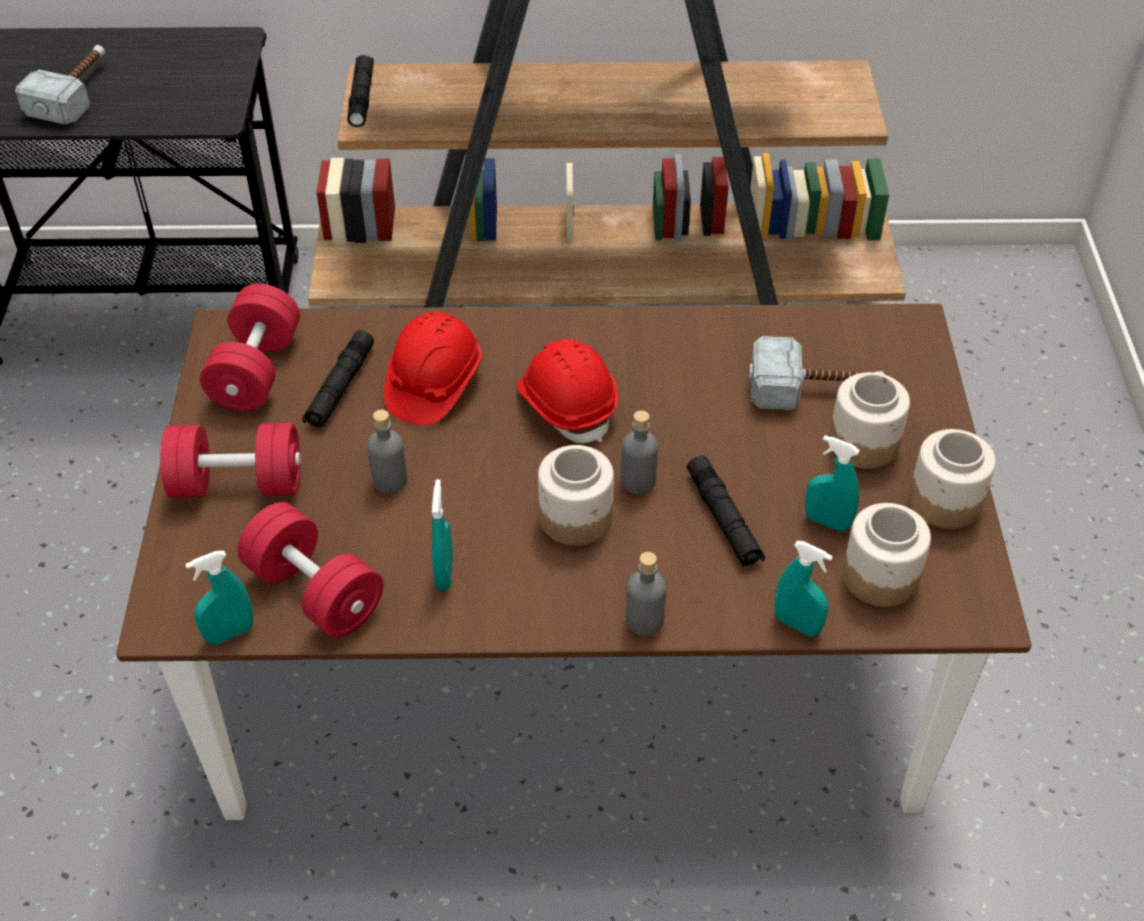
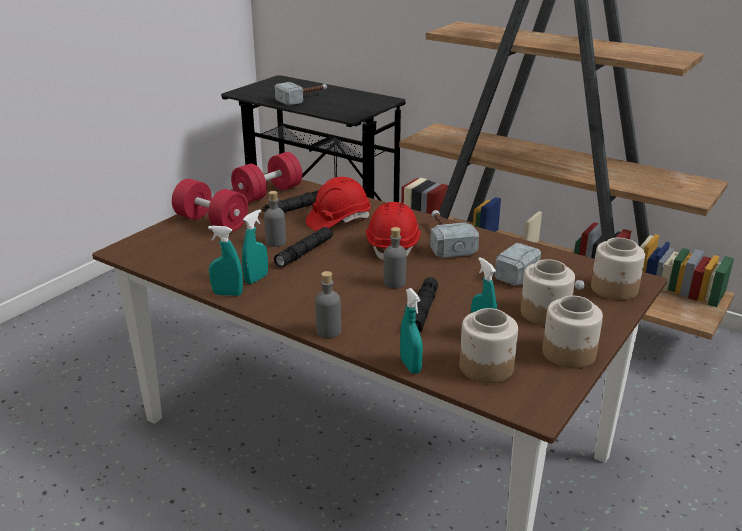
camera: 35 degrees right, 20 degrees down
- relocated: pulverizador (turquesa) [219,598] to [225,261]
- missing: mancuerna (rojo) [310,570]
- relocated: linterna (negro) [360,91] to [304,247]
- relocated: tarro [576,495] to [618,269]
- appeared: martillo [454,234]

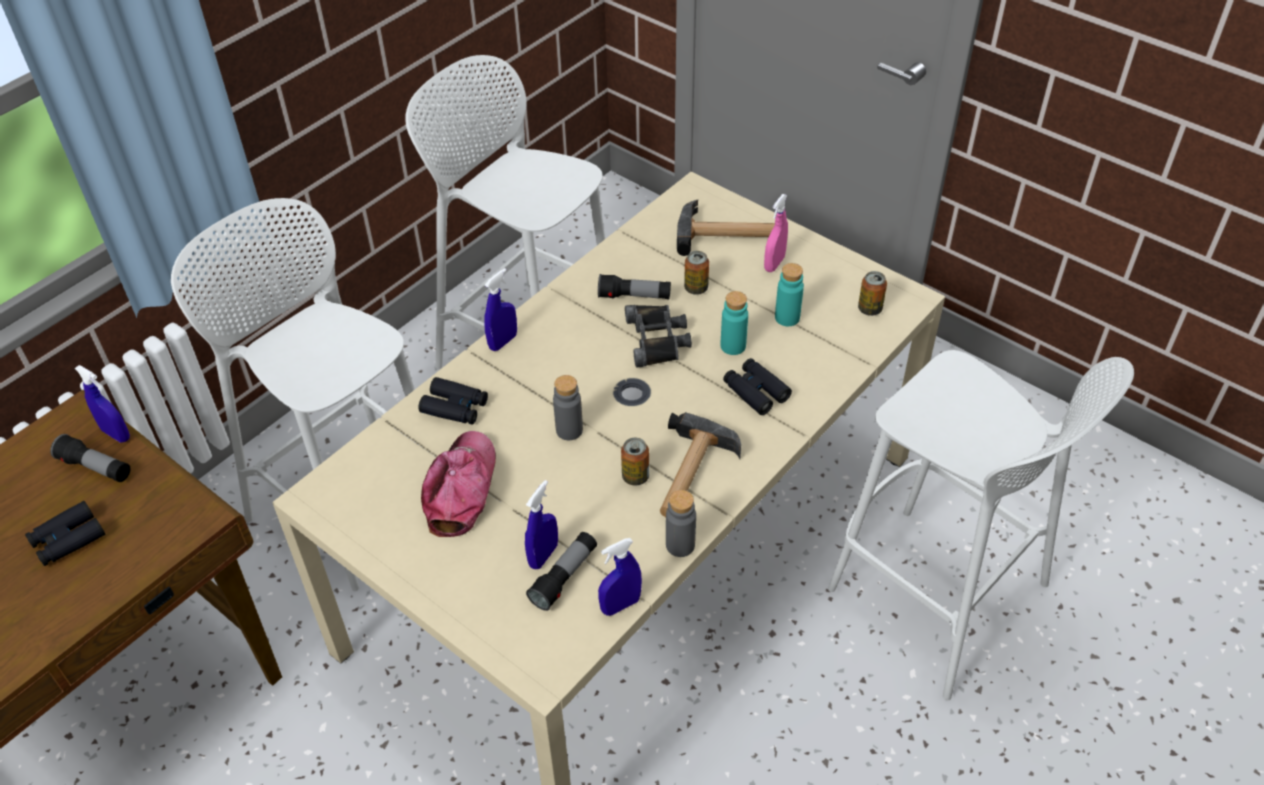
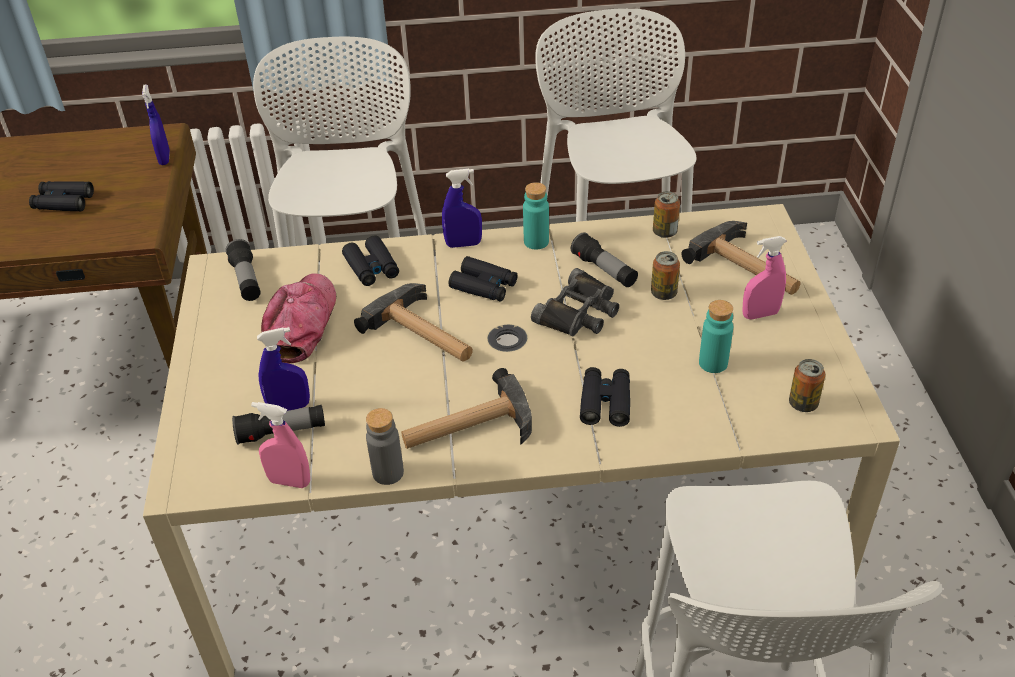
camera: 45 degrees right, 5 degrees down
- relocated: linterna [90,458] to [243,270]
- spun: gorra [458,484] = [298,318] 45 degrees counterclockwise
- exchanged: botella (gris) [568,407] to martillo [413,322]
- colour: pulverizador (azul) [620,577] to pulverizador (rosa) [280,445]
- relocated: lata [635,462] to [666,214]
- relocated: botella (turquesa) [734,323] to [536,215]
- appeared: prismáticos (negro) [483,279]

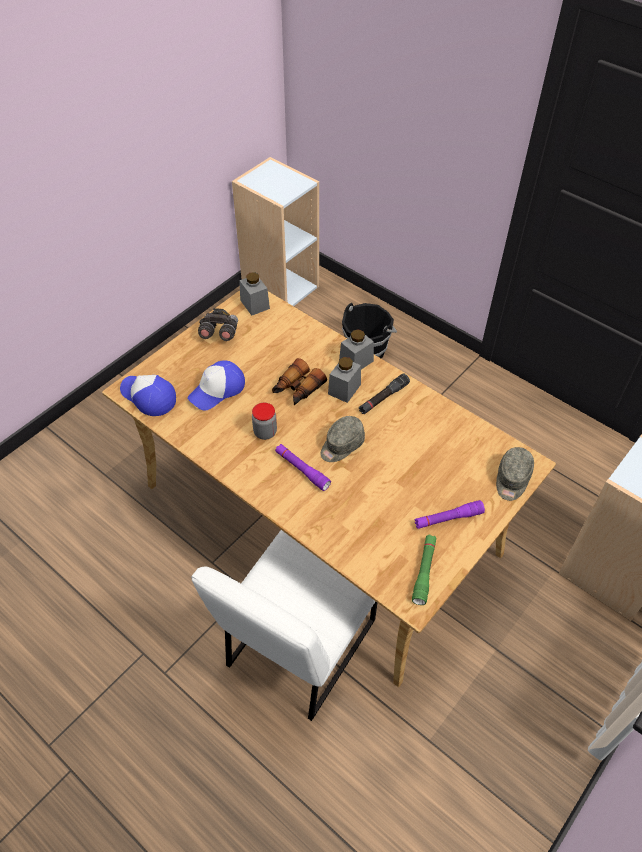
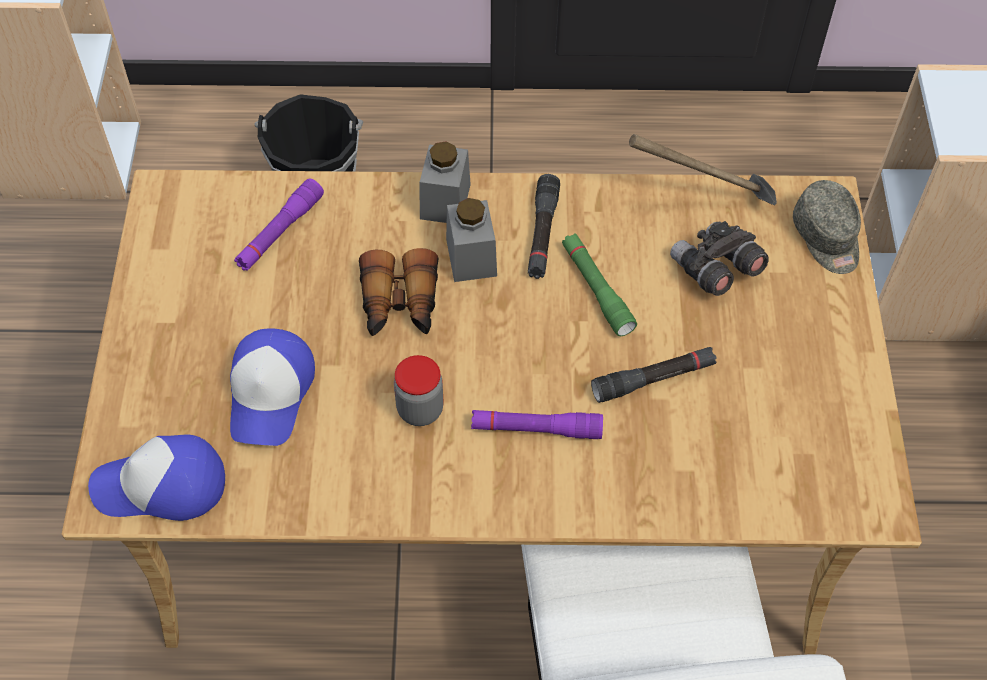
camera: 40 degrees left, 5 degrees up
- relocated: prismáticos (gris) [218,324] to [719,258]
- missing: tarro (gris) [254,294]
- missing: gorra (gris) [342,439]
- relocated: linterna (verde) [424,569] to [599,284]
- relocated: linterna (morado) [450,514] to [279,224]
- appeared: linterna (negro) [654,375]
- appeared: martillo [703,169]

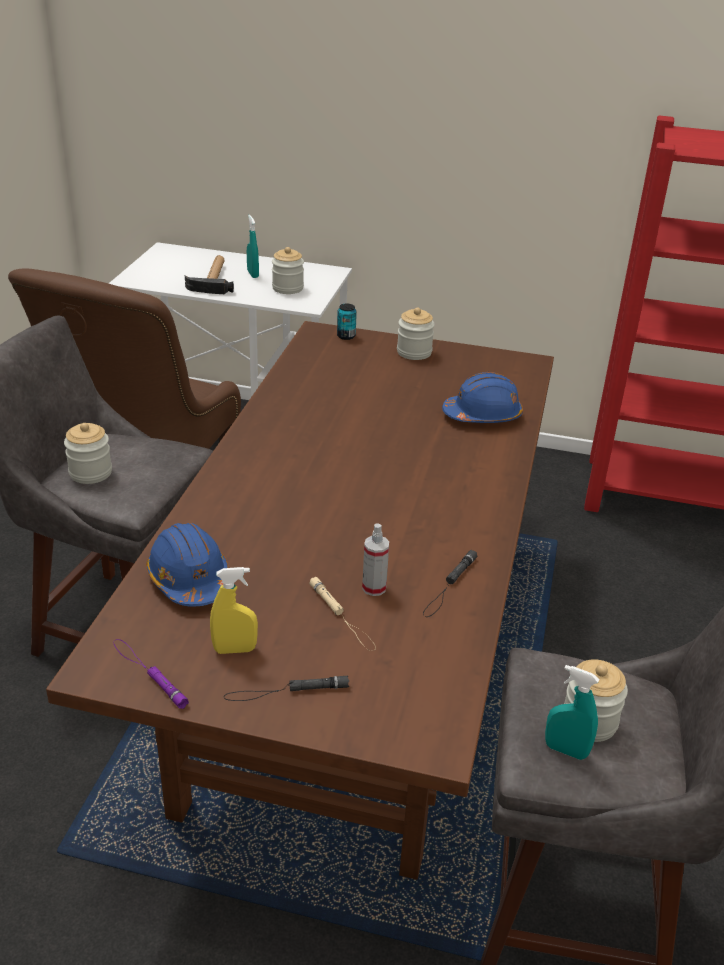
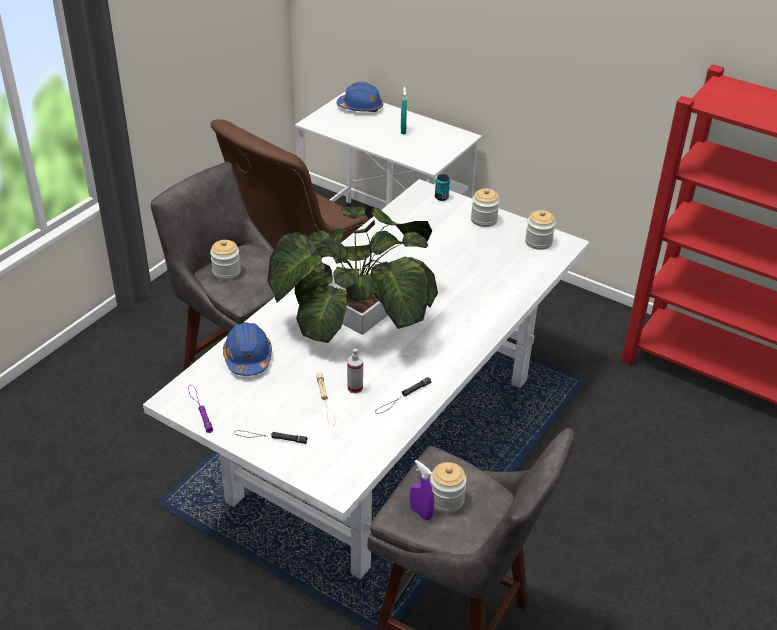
camera: 20 degrees right, 5 degrees up
- colour: mesa de comedor (marrón) [300,600] to mesa de comedor (blanco) [366,379]
- missing: martillo [209,274]
- missing: pulverizador (amarillo) [234,610]
- relocated: tarro [288,270] to [540,230]
- relocated: casco (azul) [482,397] to [359,97]
- colour: pulverizador (turquesa) [572,712] to pulverizador (morado) [422,490]
- appeared: planta en maceta [352,274]

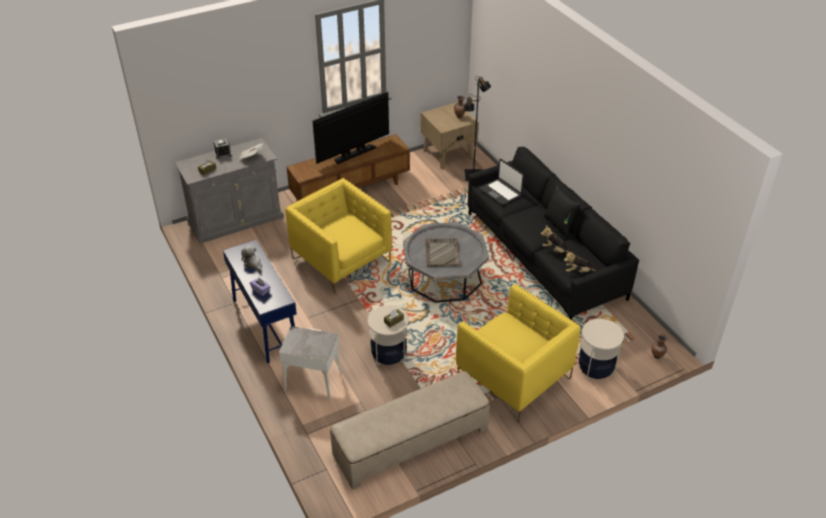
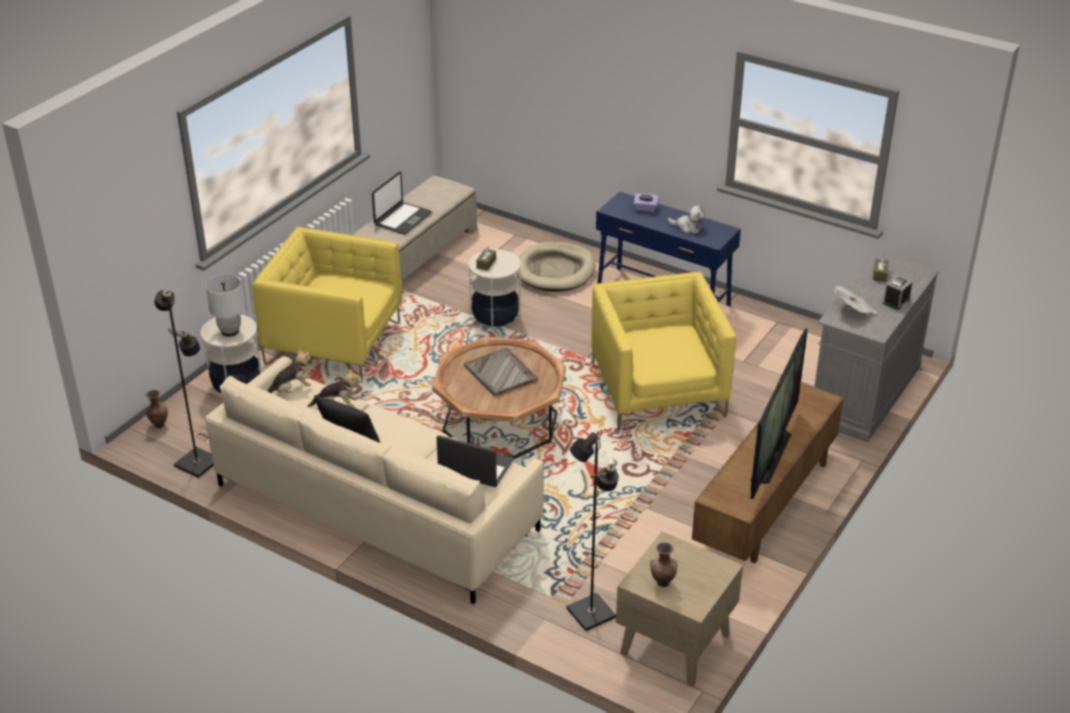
camera: 150 degrees right, 5 degrees down
- exchanged: mesa auxiliar [310,362] to cama para perro (beis) [555,267]
- spun: sillón (amarillo) [338,236] = [663,352] 120 degrees counterclockwise
- colour: mesa de centro (gris) [446,262] to mesa de centro (marrón) [499,398]
- colour: sofá (negro) [553,233] to sofá (beis) [374,480]
- appeared: lámpara de pie (negro) [184,383]
- appeared: lámpara de mesa (blanco) [225,305]
- appeared: portátil [402,203]

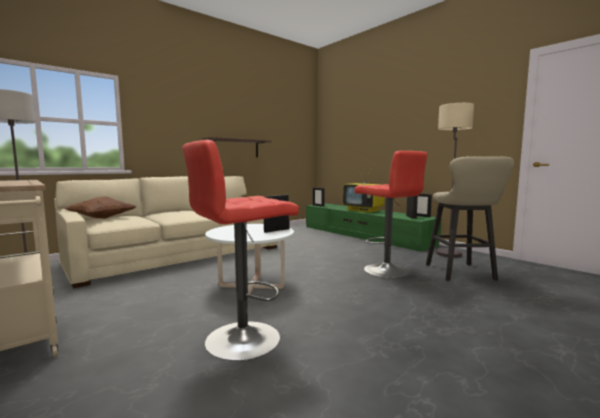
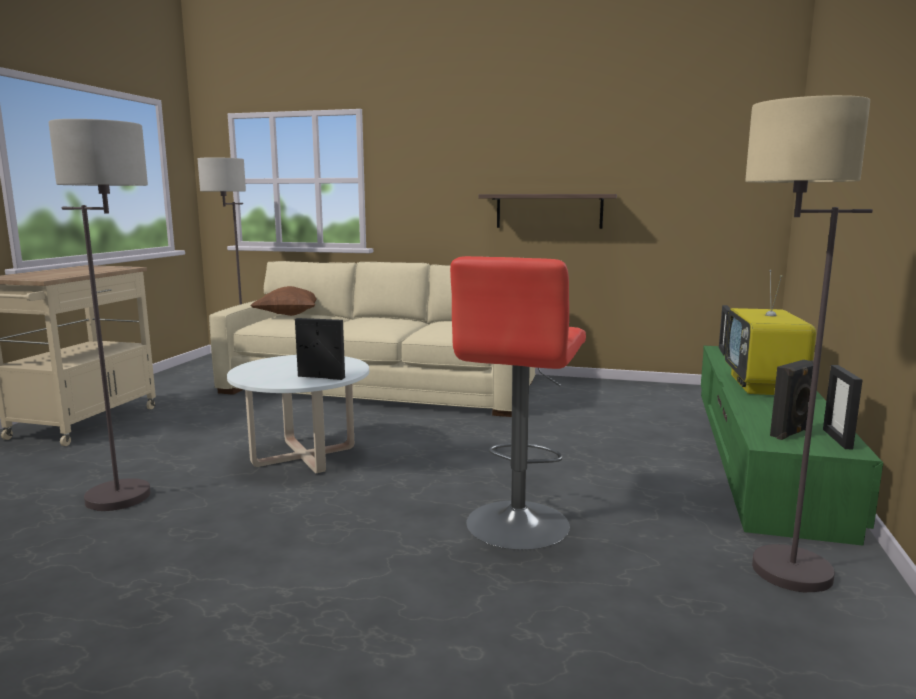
camera: 55 degrees right, 5 degrees up
- exchanged: taburete (rojo) [240,250] to lámpara de pie (gris) [100,315]
- missing: taburete (beis) [470,218]

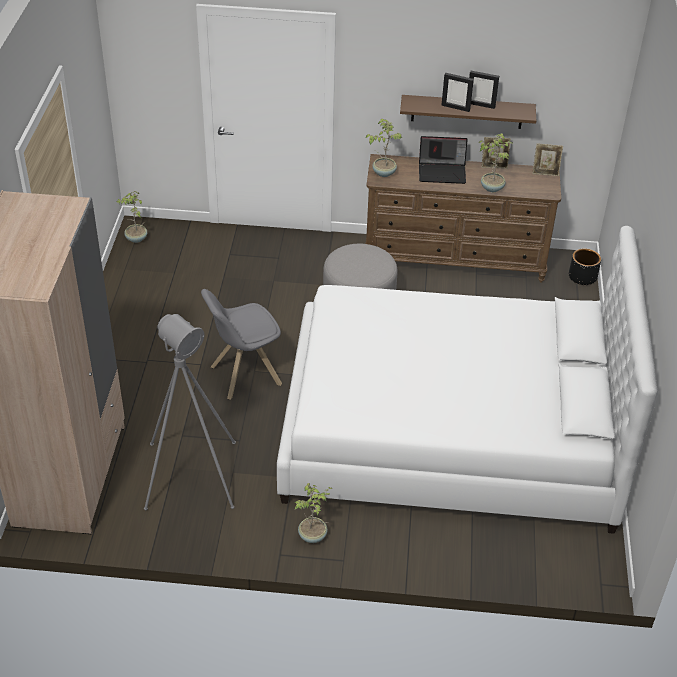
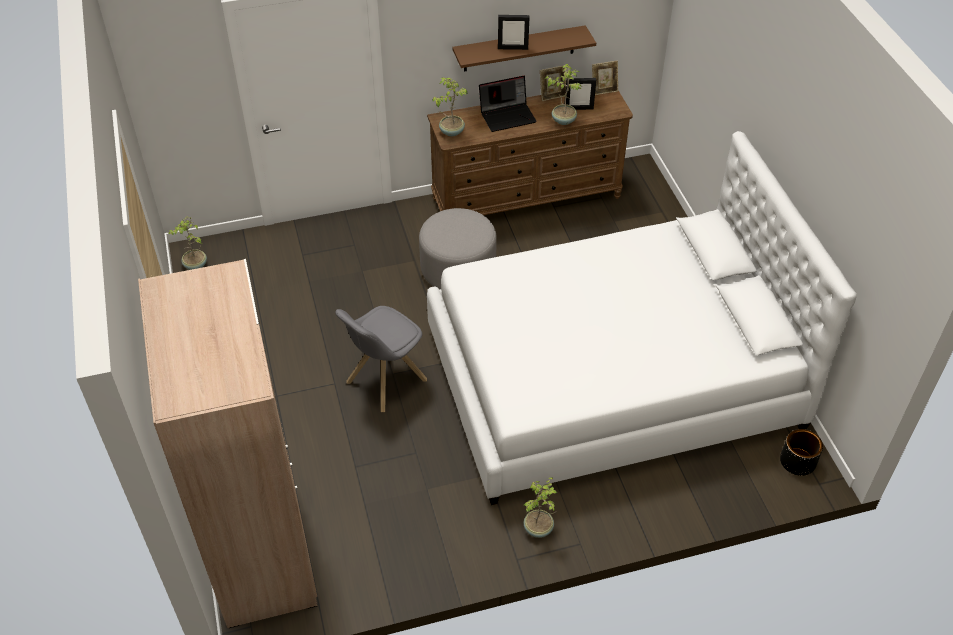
camera: 20 degrees left, 5 degrees up
- missing: lámpara de pie (gris) [190,412]
- relocated: portarretratos [484,90] to [580,94]
- relocated: maceta (negro) [585,266] to [801,452]

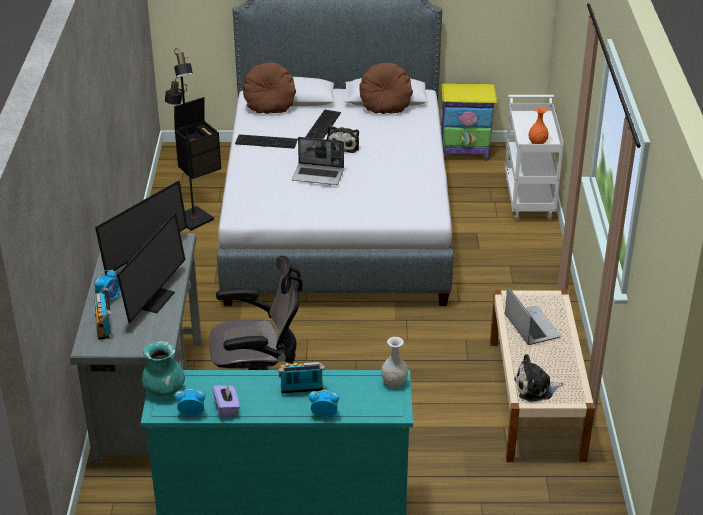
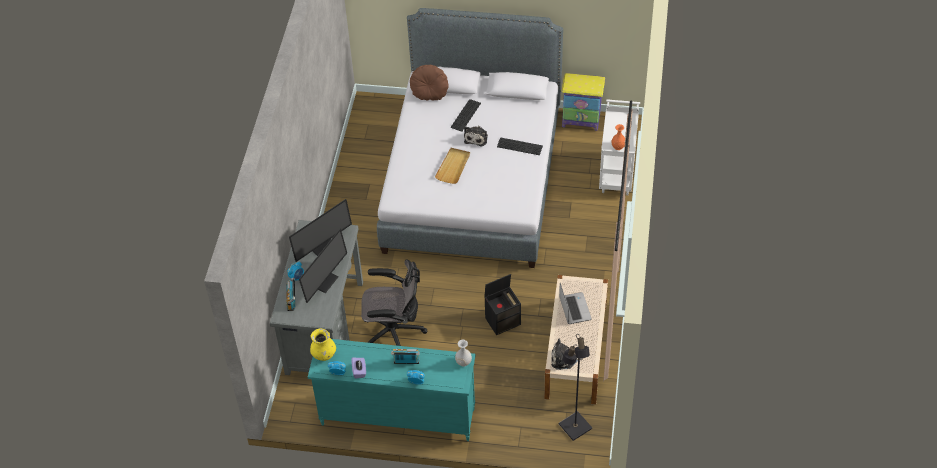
camera: 10 degrees right, 15 degrees up
- colour: florero (turquesa) [163,369] to florero (amarillo) [323,344]
- relocated: lámpara de pie (negro) [189,139] to [575,387]
- relocated: caja de almacenaje (negro) [197,138] to [502,304]
- relocated: teclado [266,141] to [520,146]
- exchanged: portátil [318,161] to bandeja (beis) [452,166]
- missing: cojín (marrón) [386,88]

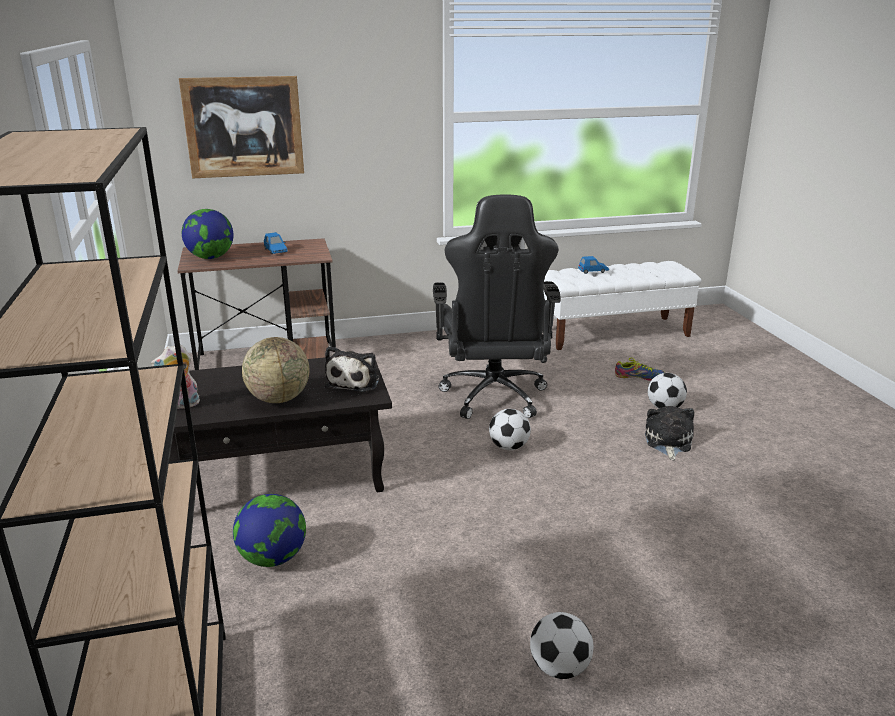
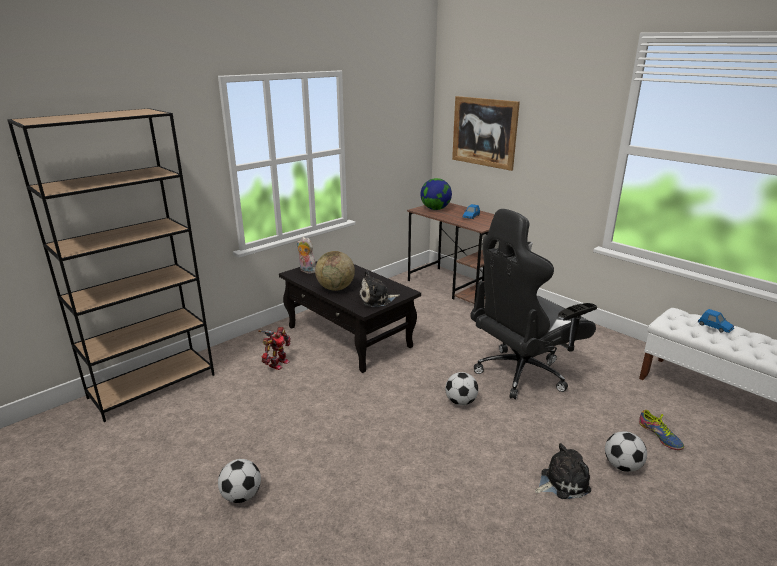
camera: 60 degrees right, 0 degrees up
- exchanged: globo terráqueo [269,530] to robot de juguete [274,348]

